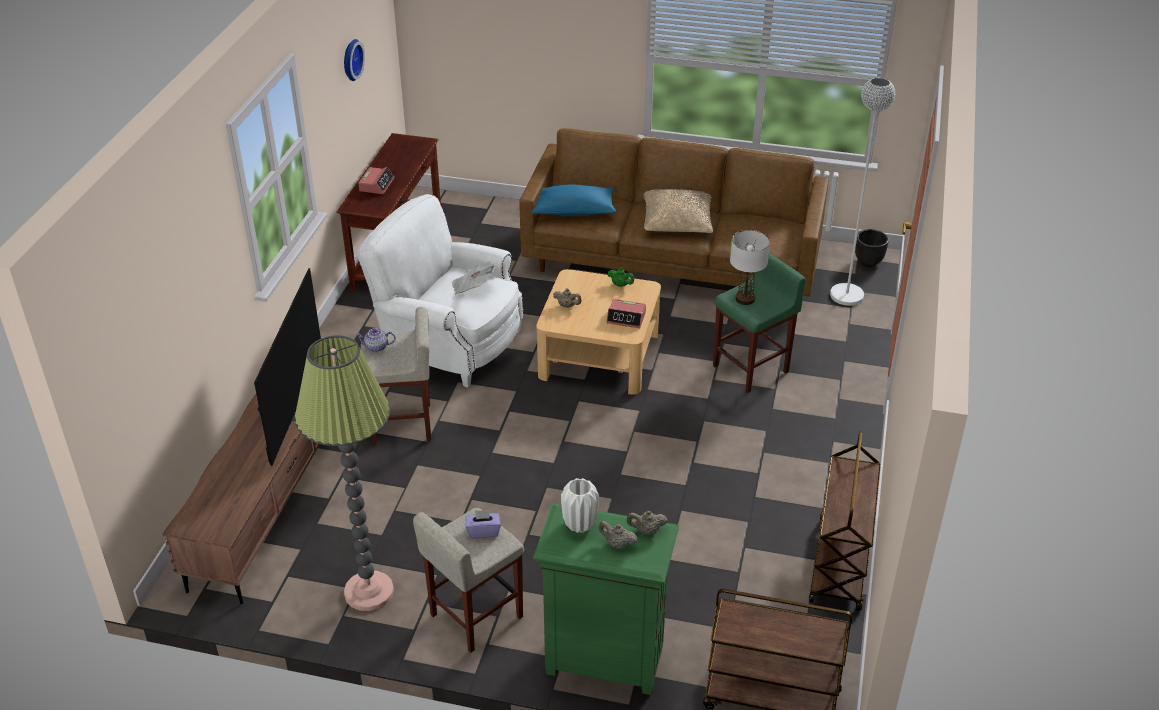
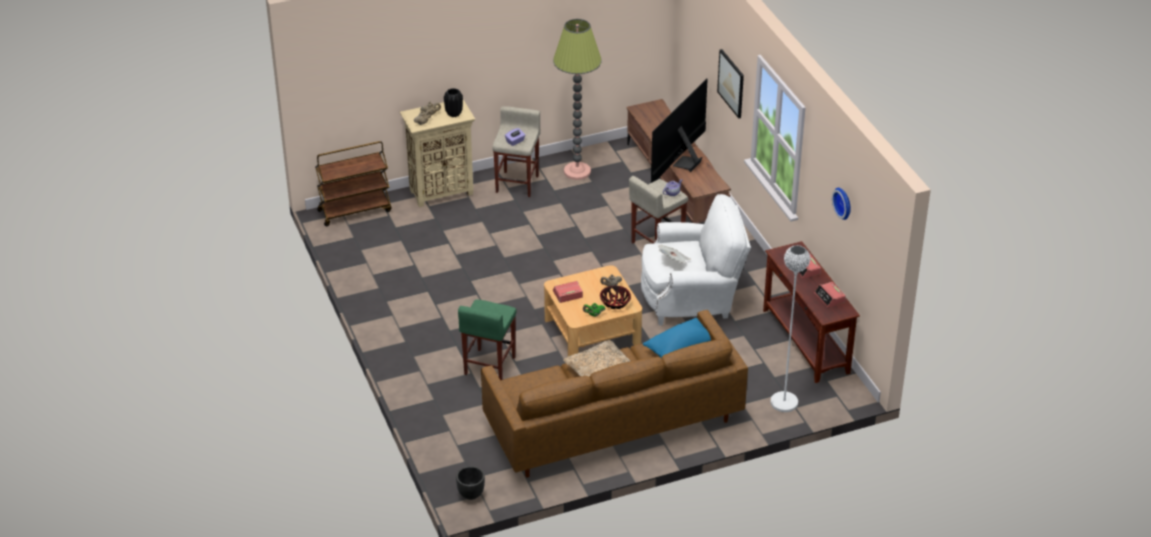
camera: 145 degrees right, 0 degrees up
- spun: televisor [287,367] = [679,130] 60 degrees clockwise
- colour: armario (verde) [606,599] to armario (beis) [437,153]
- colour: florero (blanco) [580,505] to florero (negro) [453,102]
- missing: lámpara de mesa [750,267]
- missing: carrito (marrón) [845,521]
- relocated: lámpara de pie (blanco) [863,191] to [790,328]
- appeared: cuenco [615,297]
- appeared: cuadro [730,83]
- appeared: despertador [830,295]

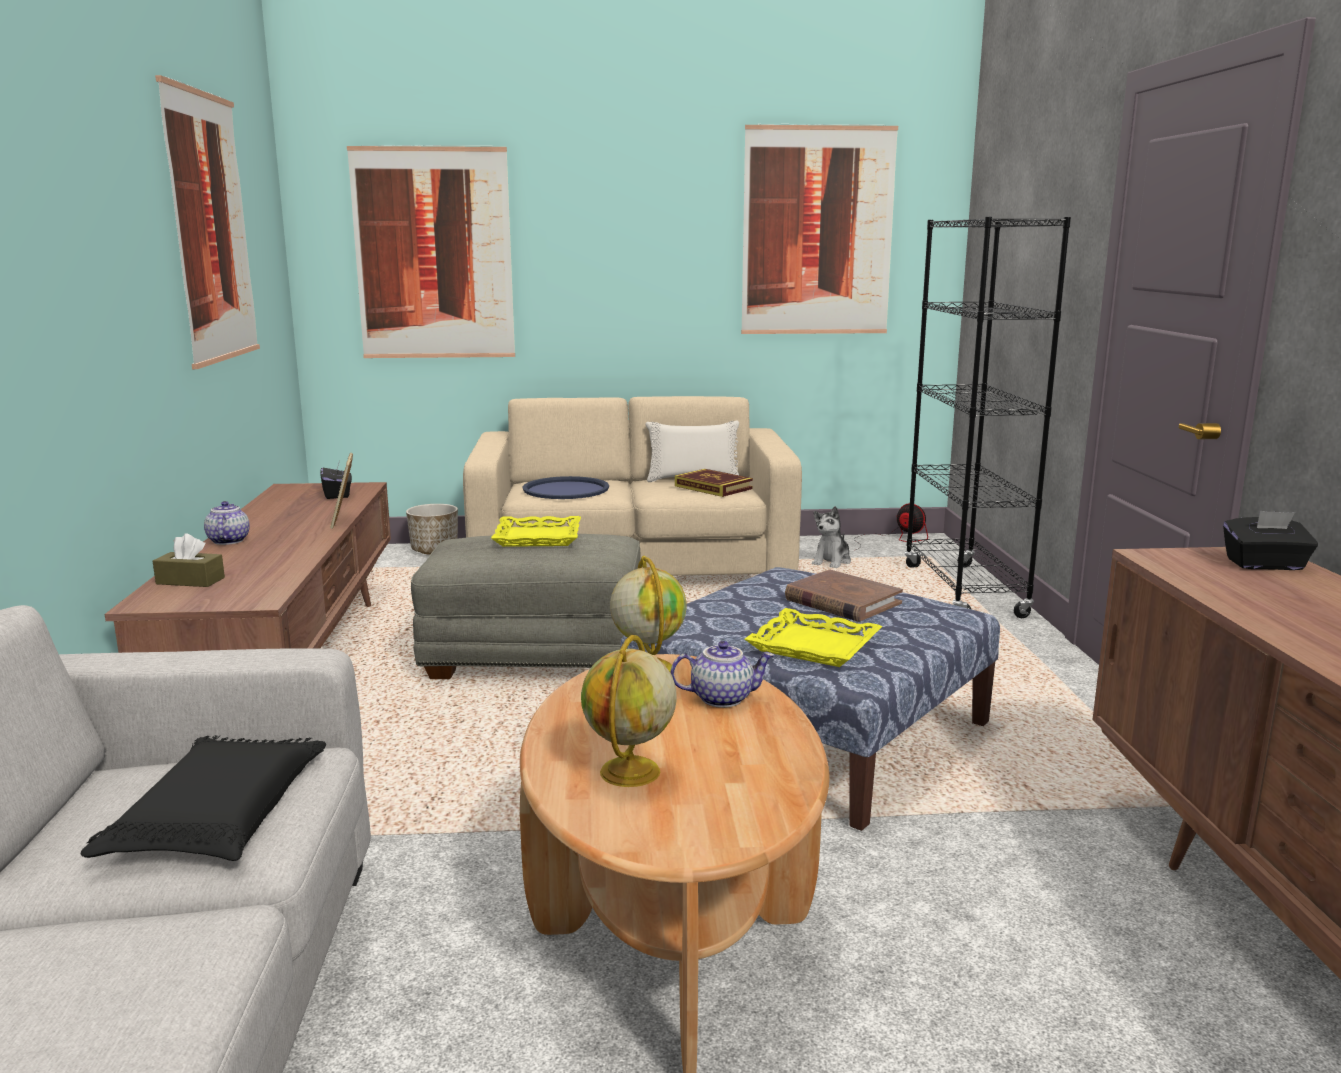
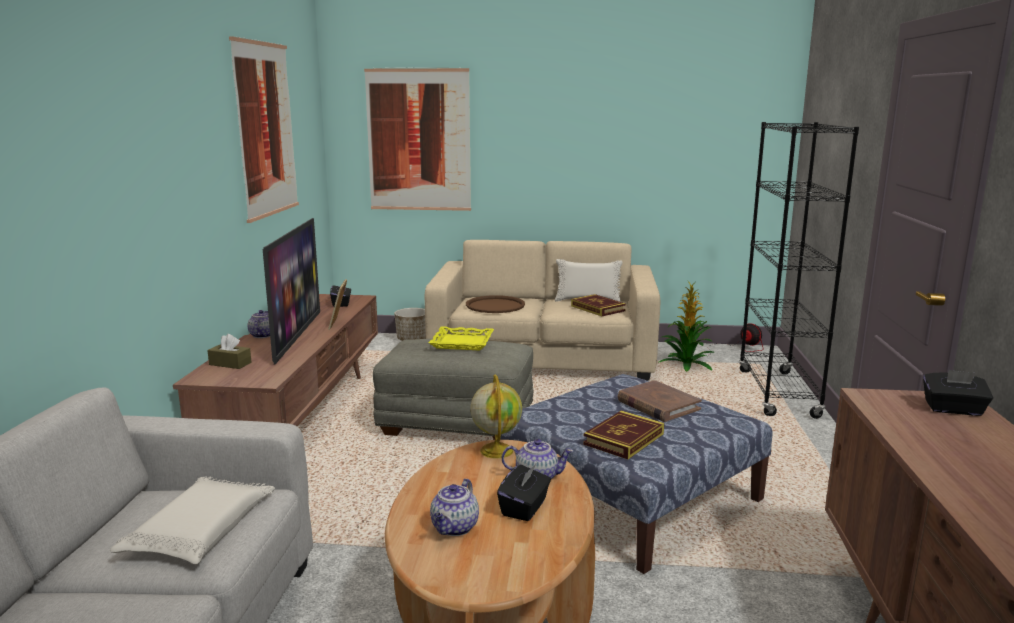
camera: 10 degrees right, 0 degrees up
- colour: cojín (negro) [203,798] to cojín (blanco) [192,520]
- colour: bandeja (azul) [566,487] to bandeja (marrón) [495,304]
- exchanged: globo terráqueo [629,711] to tetera [454,507]
- missing: cuadro [819,229]
- exchanged: bandeja (amarillo) [813,637] to libro [623,435]
- exchanged: peluche [831,537] to planta en maceta [686,326]
- appeared: televisor [291,291]
- appeared: caja de pañuelos (negro) [524,492]

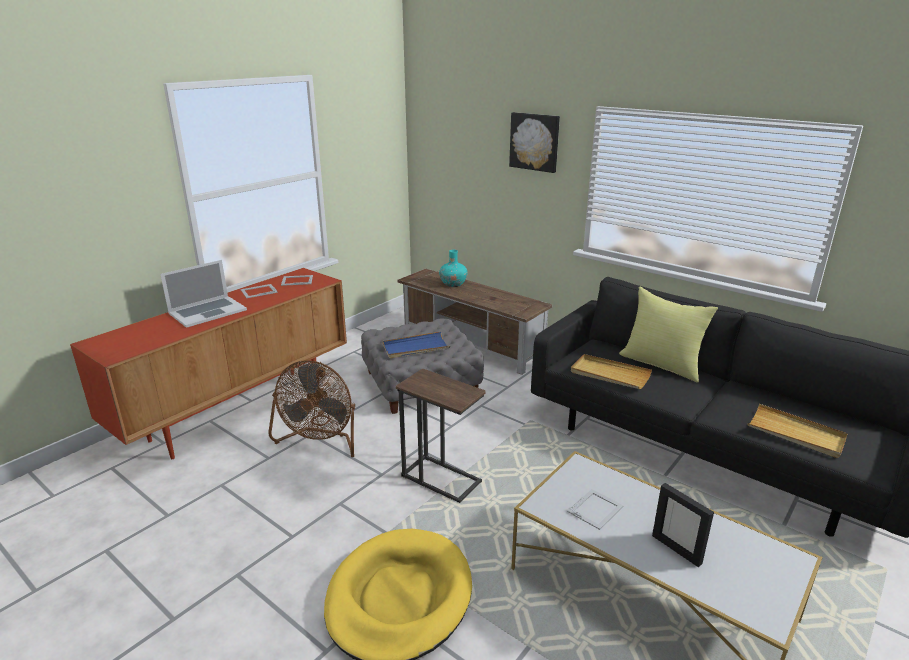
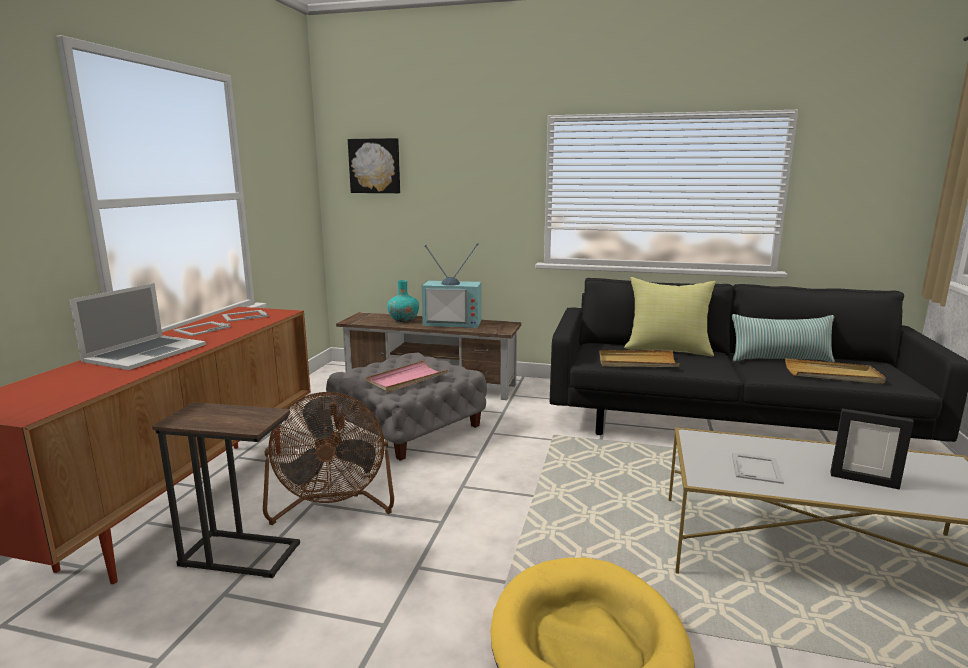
camera: 25 degrees left, 10 degrees down
- colour: bandeja (azul) [416,344] to bandeja (rosa) [407,376]
- relocated: mesa auxiliar (marrón) [441,436] to [226,490]
- relocated: cuadro [534,142] to [374,165]
- appeared: televisor [451,285]
- appeared: cojín [783,338]

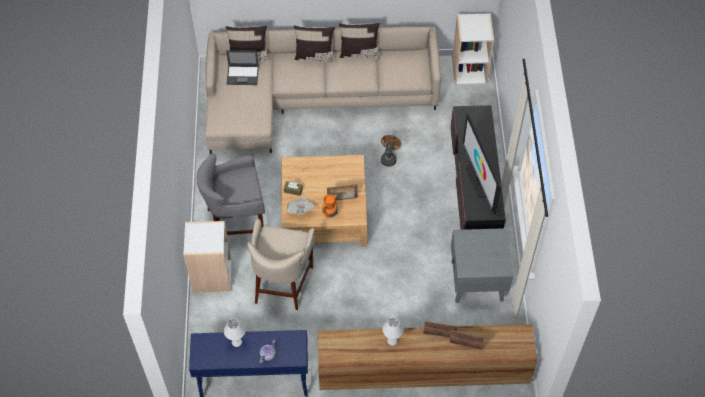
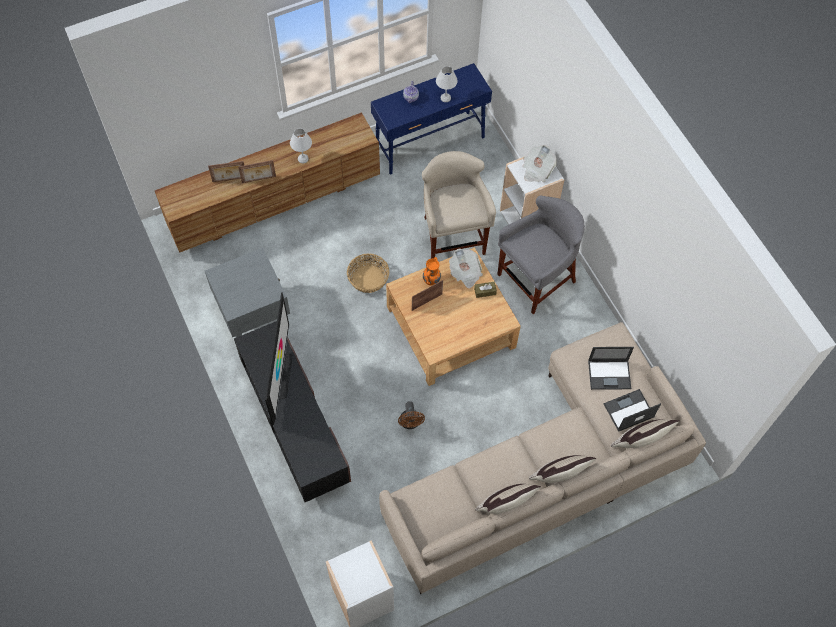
camera: 155 degrees right, 5 degrees up
- spun: televisor [482,163] = [279,358] 45 degrees clockwise
- appeared: cesta [368,273]
- appeared: periódico [540,163]
- appeared: portátil [611,368]

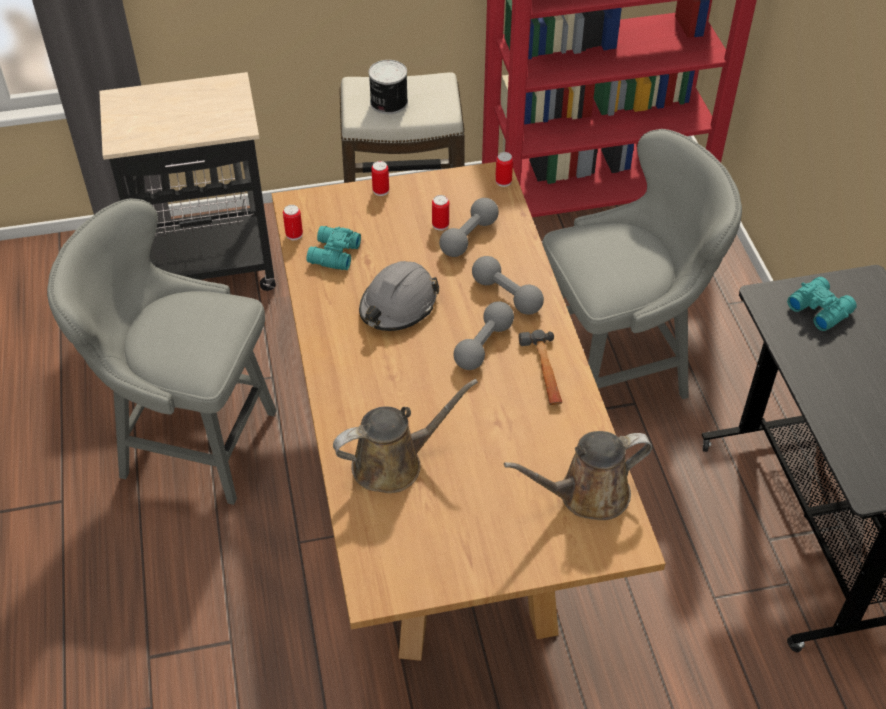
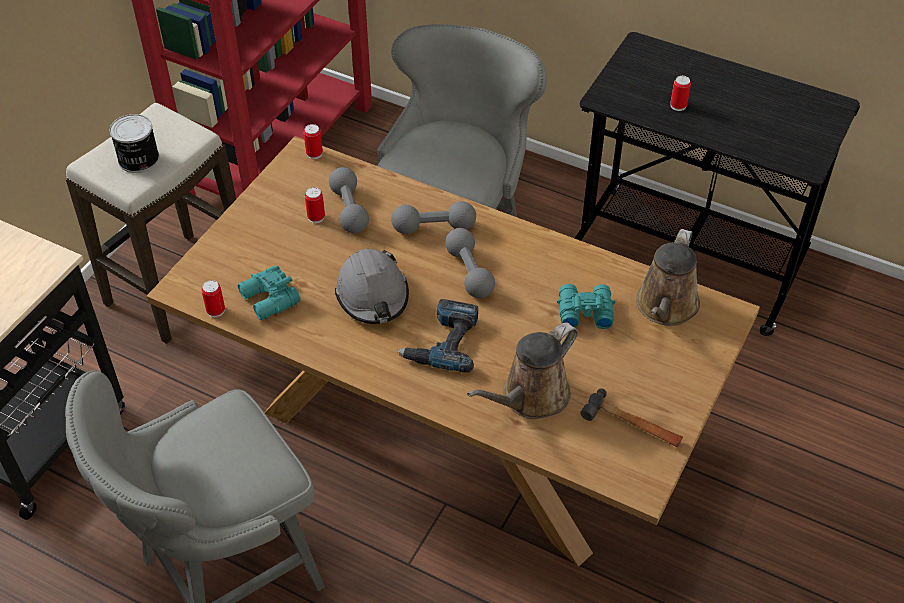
camera: 50 degrees left, 0 degrees up
- spun: regadera (marrón) [405,436] = [522,370] 150 degrees counterclockwise
- relocated: lata [380,178] to [680,93]
- relocated: martillo [540,367] to [631,418]
- relocated: prismáticos (turquesa) [822,304] to [586,306]
- appeared: taladro [437,336]

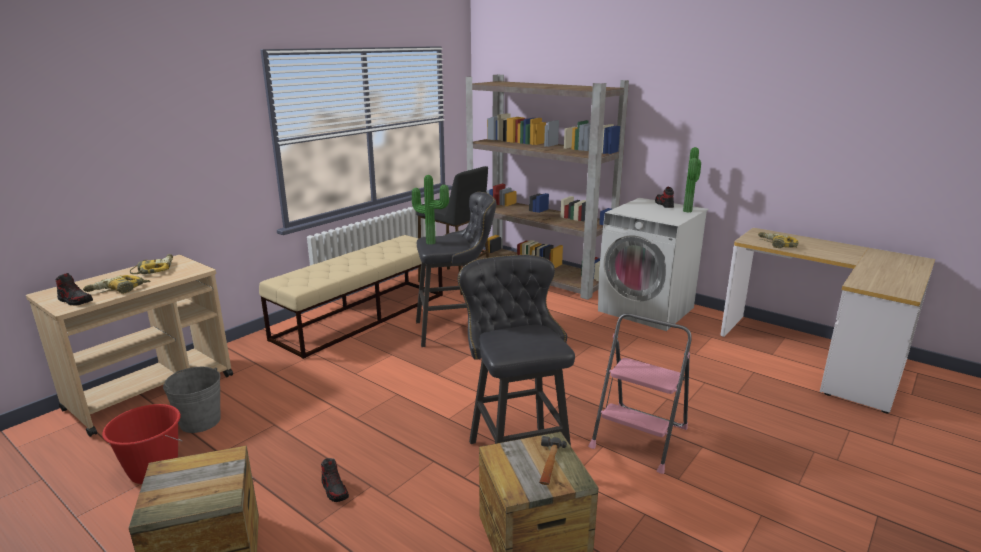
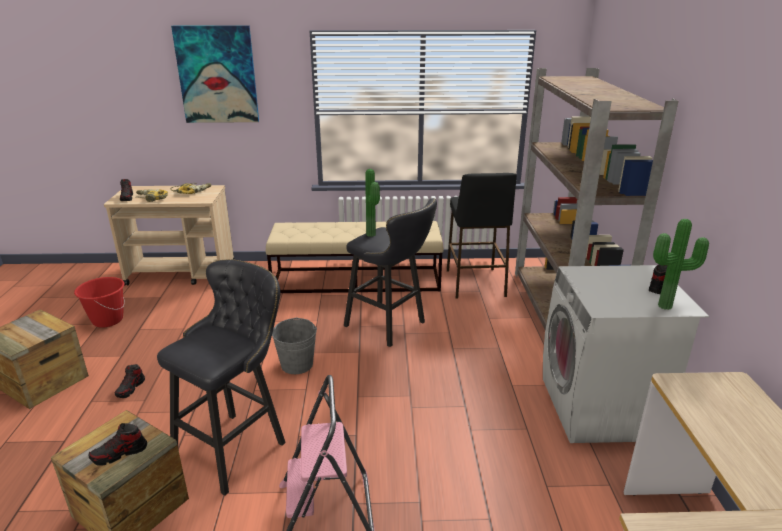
camera: 50 degrees right, 5 degrees up
- relocated: cubo (gris) [191,400] to [294,346]
- exchanged: martillo [553,460] to zapato [117,444]
- missing: taladro [778,240]
- appeared: cuadro [215,74]

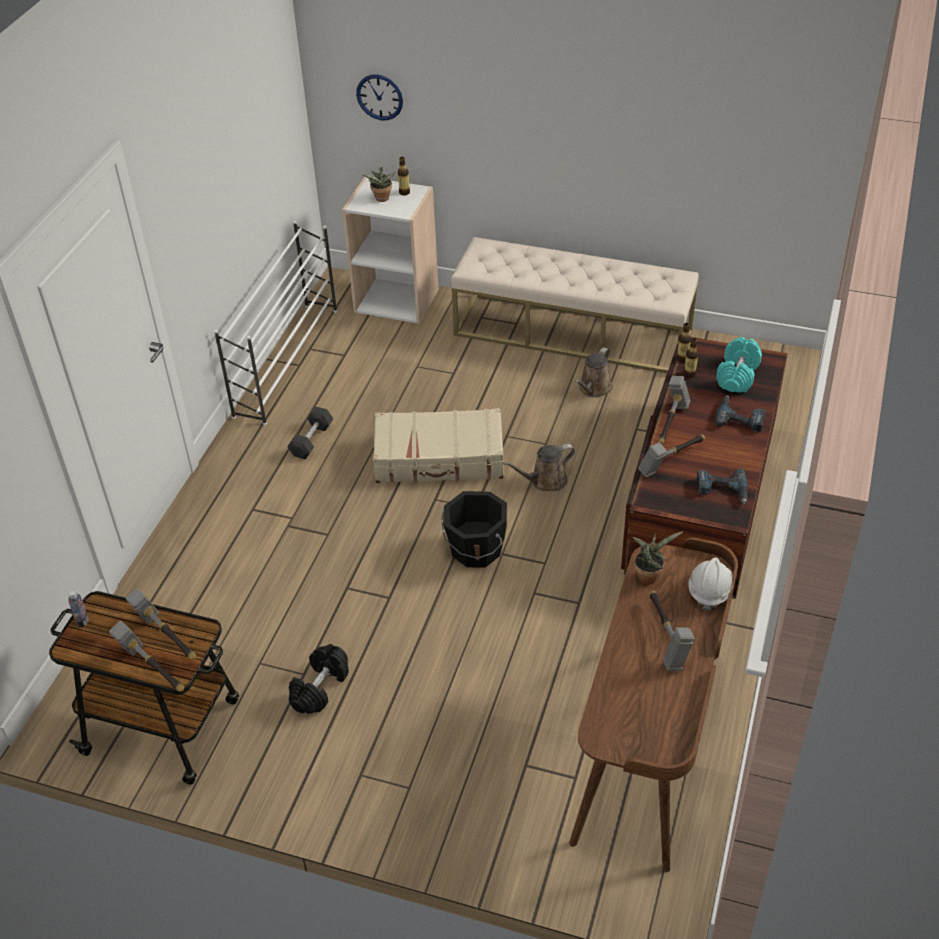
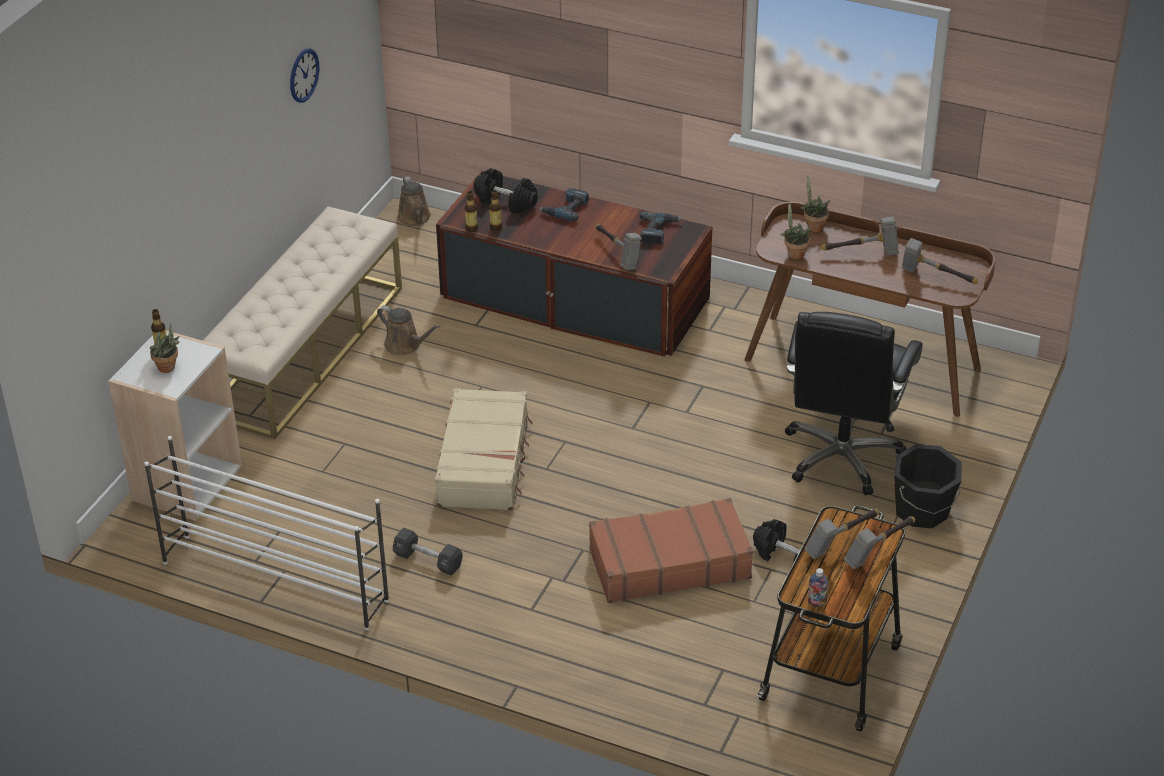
camera: 85 degrees left, 5 degrees down
- relocated: reloj de pared [379,97] to [304,76]
- relocated: cubo (negro) [474,529] to [928,486]
- relocated: regadera (marrón) [538,467] to [414,201]
- relocated: martillo [674,410] to [940,261]
- exchanged: casco (blanco) [710,584] to planta en maceta [815,203]
- colour: mancuerna (turquesa) [739,365] to mancuerna (negro) [506,191]
- appeared: maleta (marrón) [671,550]
- appeared: silla de oficina (negro) [854,403]

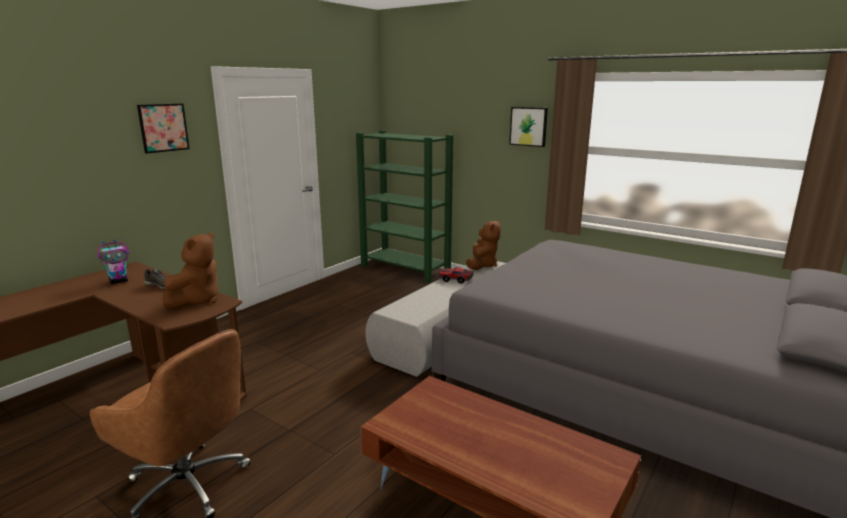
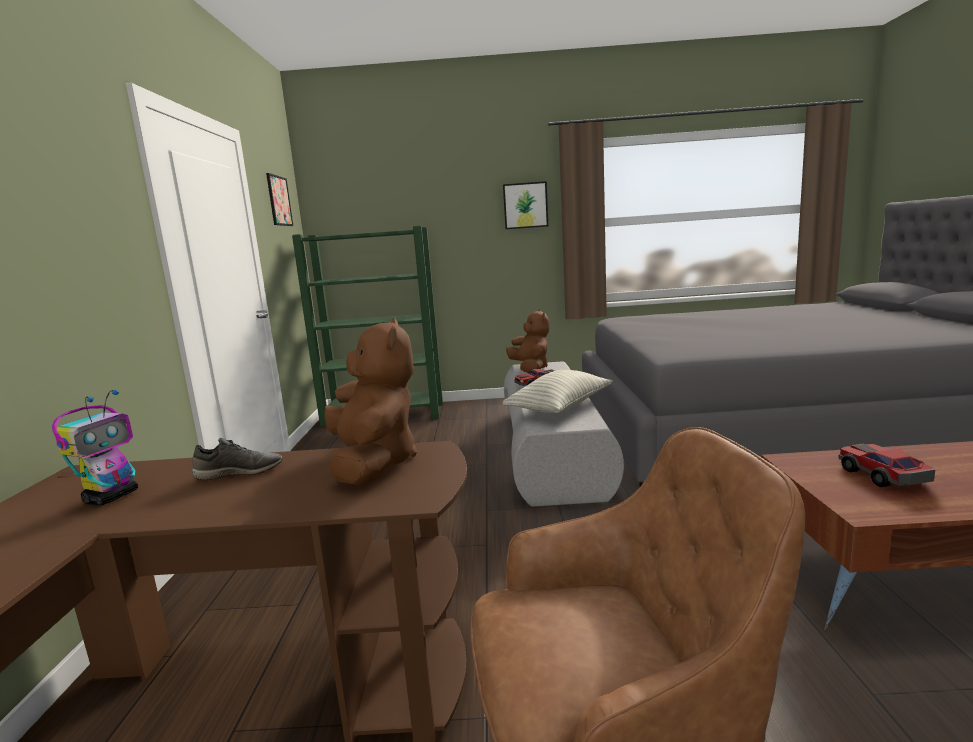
camera: 35 degrees left, 5 degrees down
- relocated: cuadro [163,128] to [279,199]
- appeared: cojín [558,391]
- appeared: coche de juguete [886,465]

